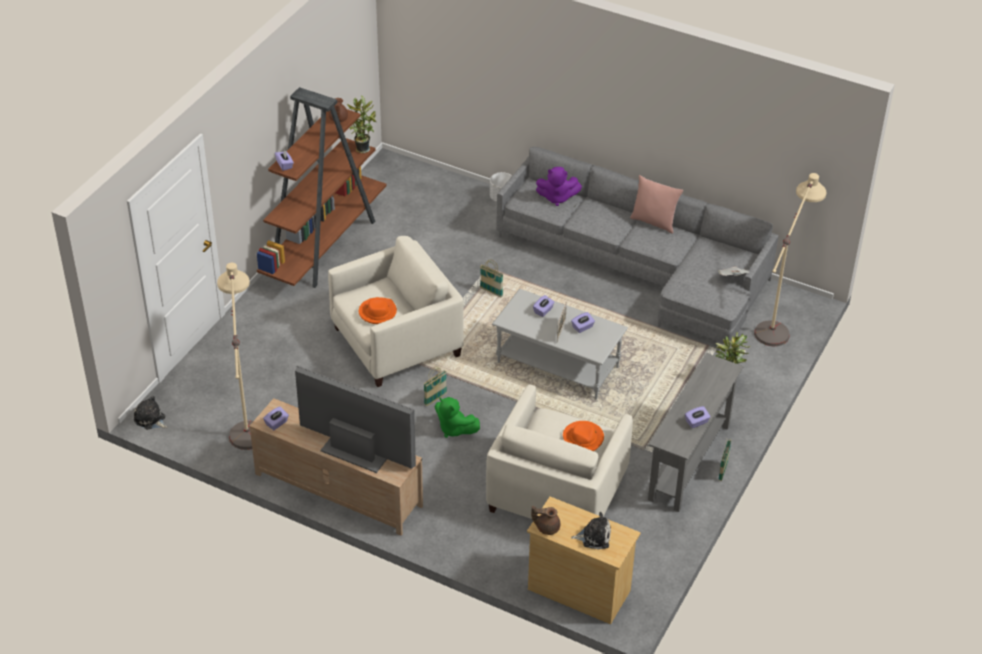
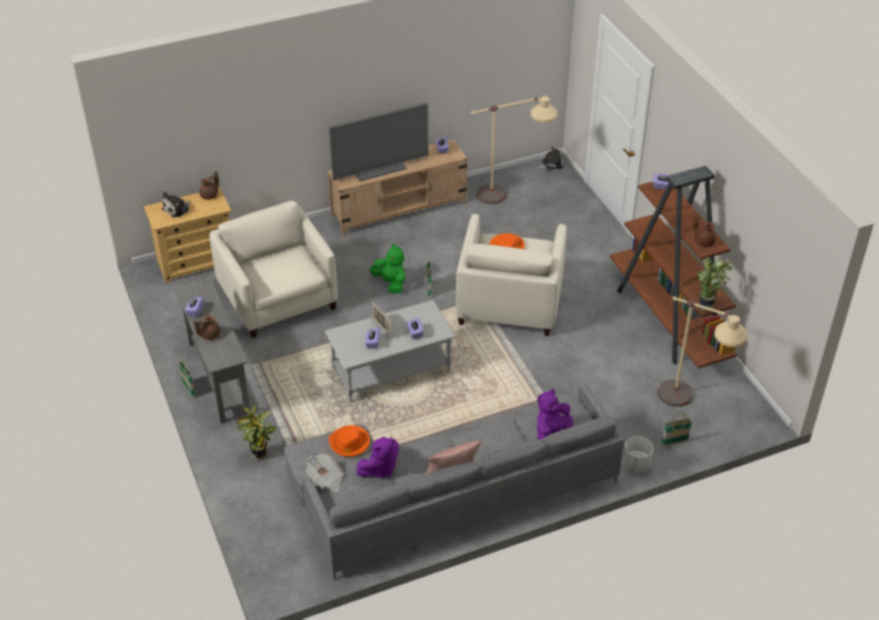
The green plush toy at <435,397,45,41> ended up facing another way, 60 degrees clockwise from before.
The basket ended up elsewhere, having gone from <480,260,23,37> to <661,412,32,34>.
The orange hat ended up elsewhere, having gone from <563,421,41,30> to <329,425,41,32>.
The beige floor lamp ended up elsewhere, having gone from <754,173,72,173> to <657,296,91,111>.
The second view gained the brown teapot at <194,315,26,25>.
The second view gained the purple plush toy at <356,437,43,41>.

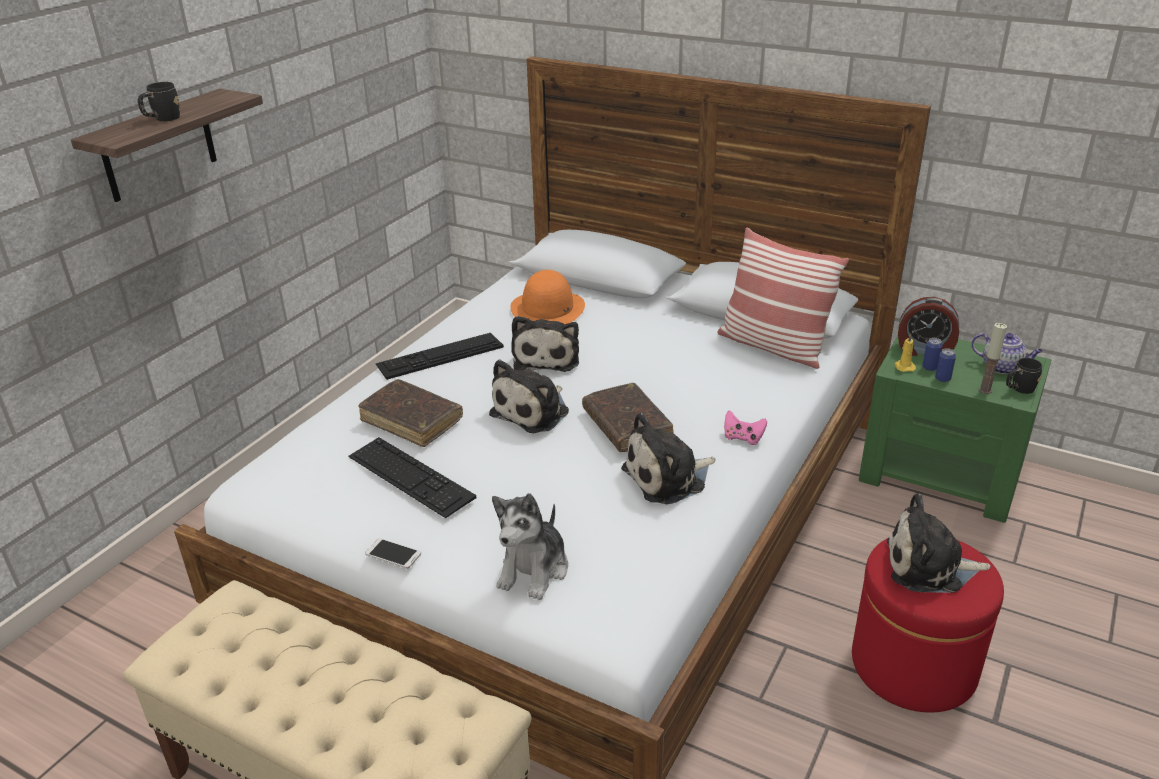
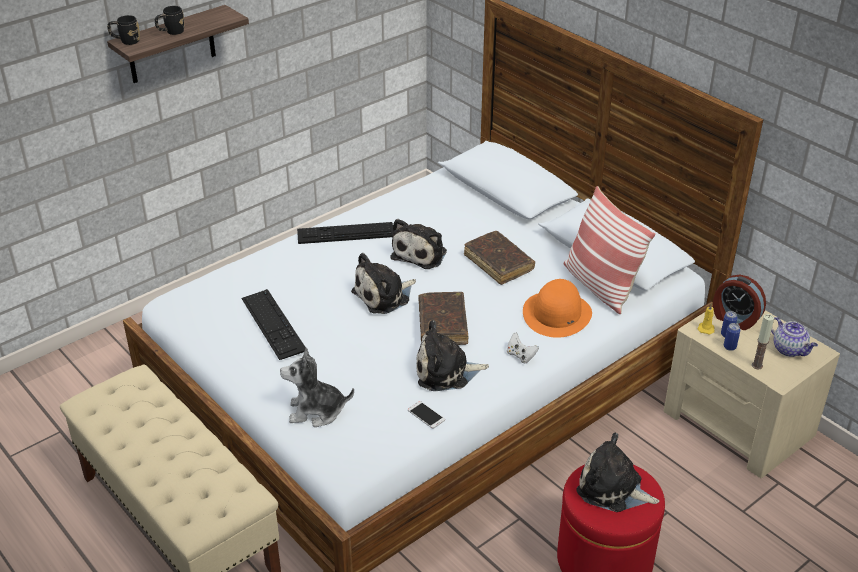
The brown book ended up elsewhere, having gone from <358,379,105,68> to <464,231,71,54>.
The phone ended up elsewhere, having gone from <365,538,56,30> to <408,401,37,28>.
The plush toy at <492,493,76,107> ended up facing another way, 45 degrees clockwise from before.
The orange hat ended up elsewhere, having gone from <510,270,75,54> to <523,279,69,59>.
What was the pink game controller at <724,410,43,35> turned into the white game controller at <507,332,32,31>.
What was the green nightstand at <859,336,193,187> turned into the beige nightstand at <664,307,176,171>.
The black mug ended up elsewhere, having gone from <1006,358,36,36> to <107,15,33,30>.

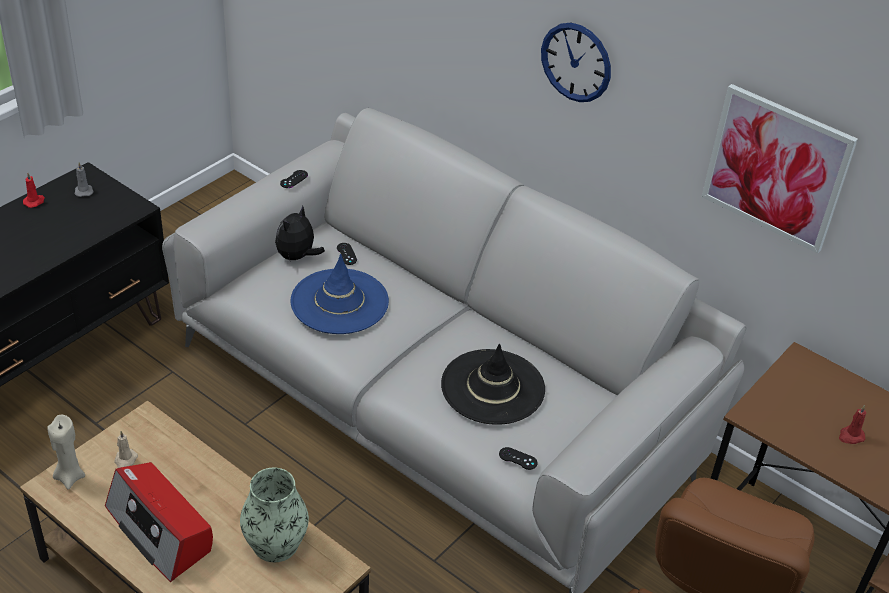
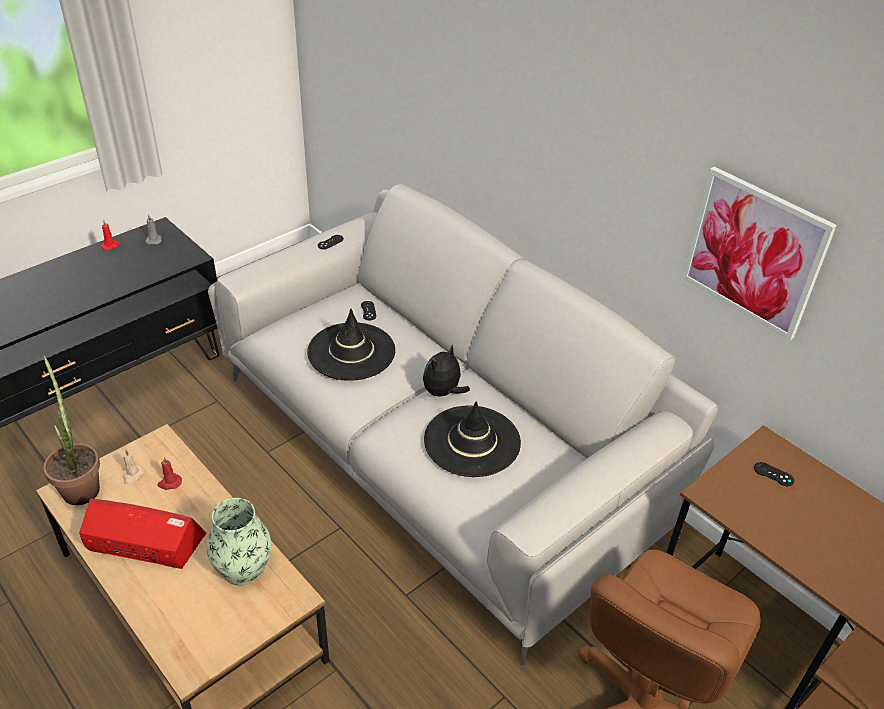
Where the beige candle stood at <47,415,38,75>, the potted plant came to stand at <43,355,57,150>.
The radio at <105,462,108,120> ended up facing another way, 135 degrees clockwise from before.
The plush toy ended up elsewhere, having gone from <275,206,50,54> to <423,345,47,55>.
What was the blue hat at <291,254,98,80> turned into the black hat at <307,309,88,72>.
The black game controller ended up elsewhere, having gone from <499,447,39,23> to <754,462,40,24>.
The second view lost the wall clock at <541,23,70,79>.
The red candle ended up elsewhere, having gone from <839,405,27,39> to <158,457,24,33>.

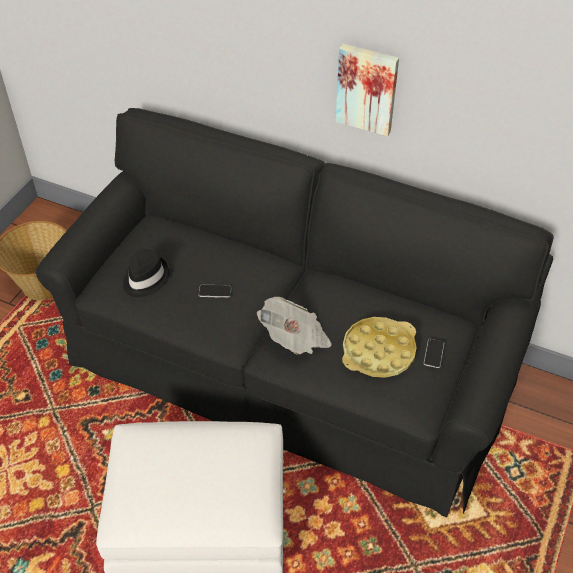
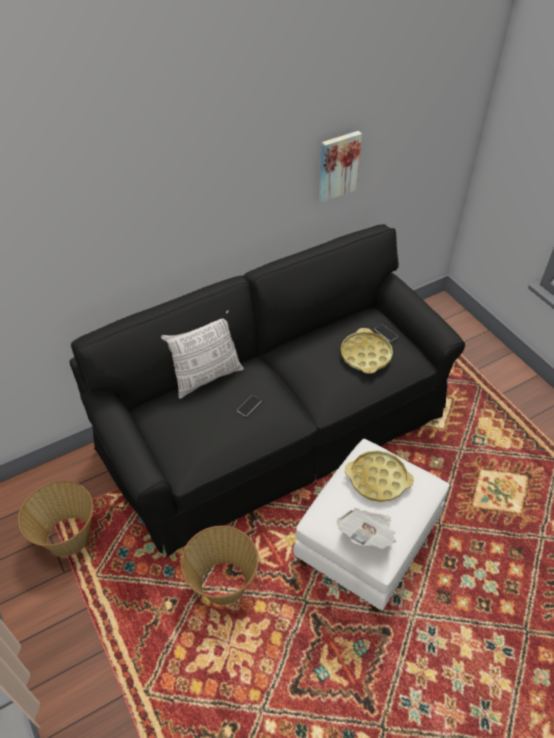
The second view lost the black hat at <123,249,46,48>.
The newspaper ended up elsewhere, having gone from <257,296,75,59> to <337,508,59,40>.
The picture ended up elsewhere, having gone from <335,44,64,92> to <319,131,43,71>.
The second view gained the pillow at <161,310,83,89>.
The second view gained the basket at <181,526,78,79>.
The second view gained the yellow tray at <345,450,69,52>.

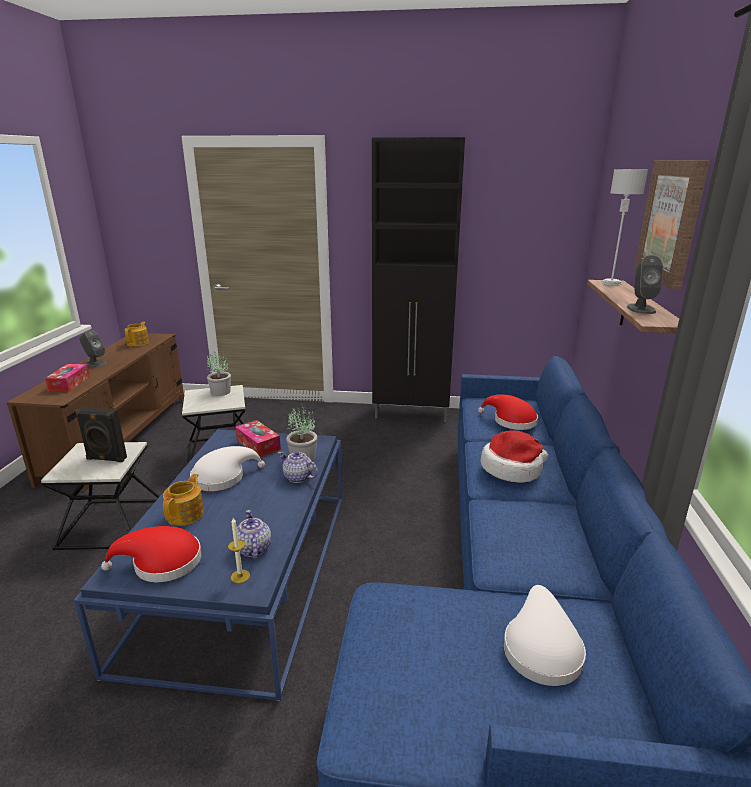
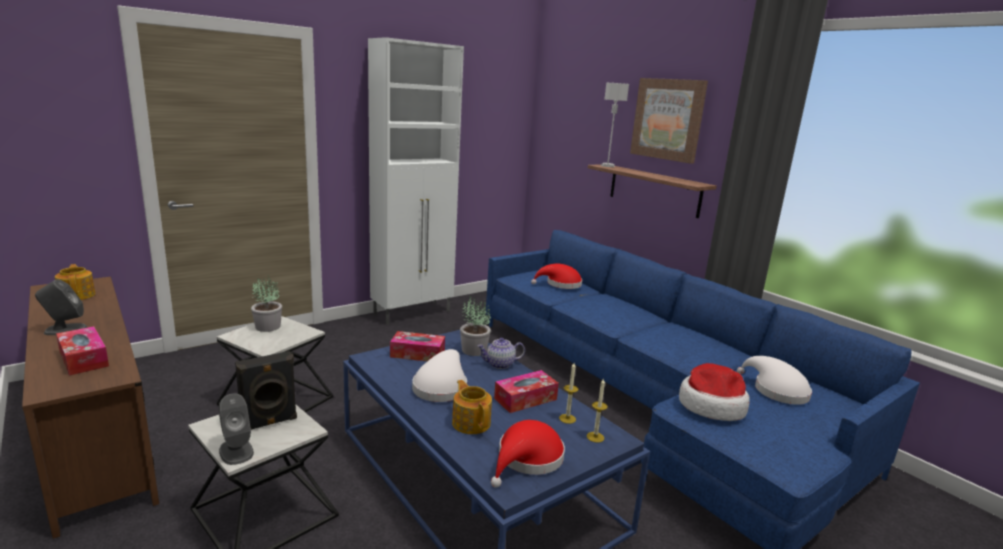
Where the teapot stood at <233,510,38,49>, the candle came to stand at <559,363,19,61>.
What was the black cabinet at <372,137,93,285> turned into the white cabinet at <368,37,96,288>.
The hat ended up elsewhere, having gone from <481,430,67,53> to <679,363,71,58>.
The grey speaker ended up elsewhere, having gone from <627,255,36,59> to <219,393,35,72>.
The second view gained the tissue box at <494,370,65,43>.

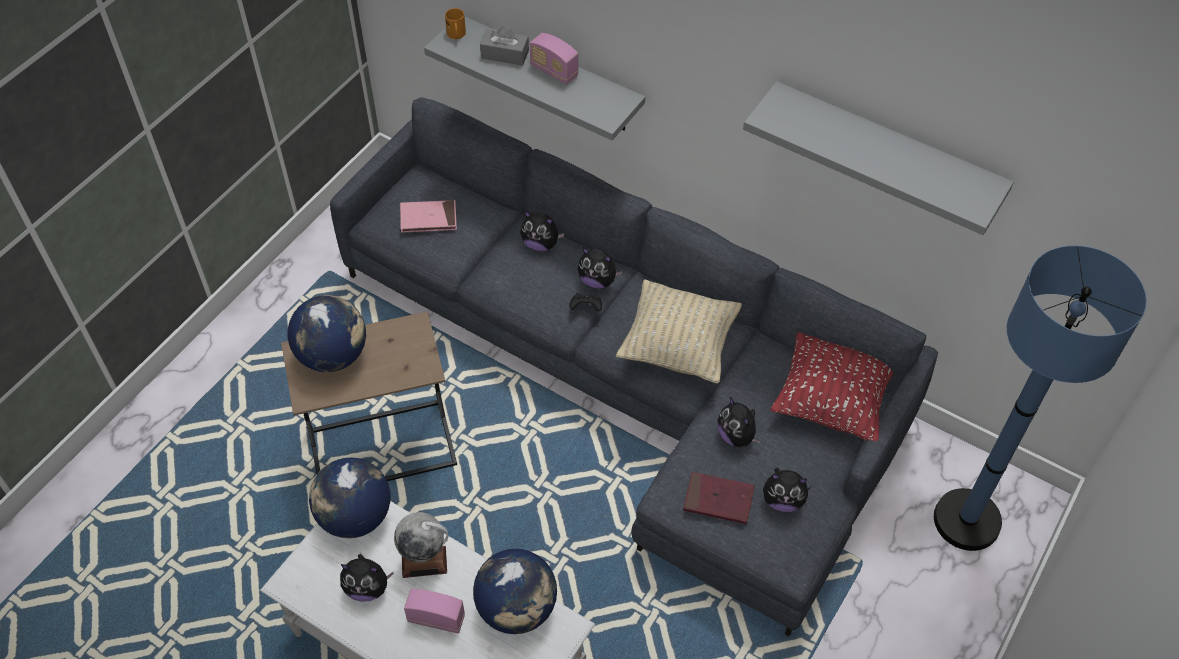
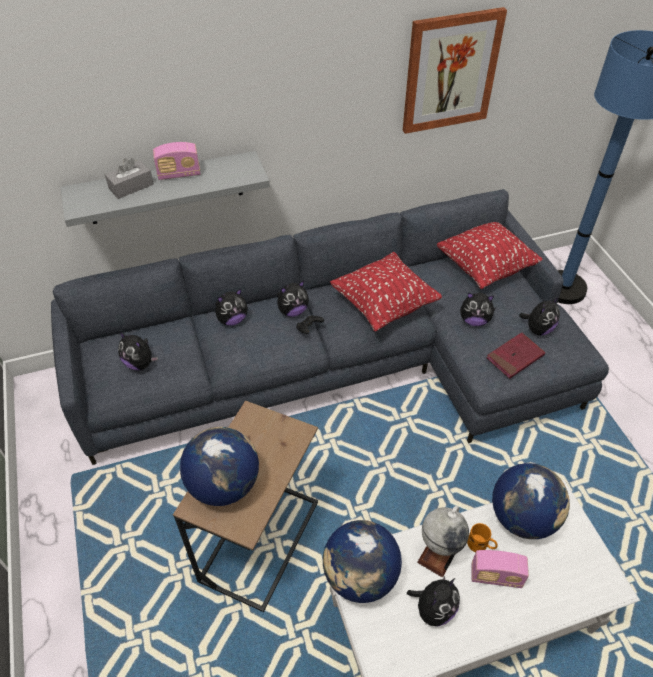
Where the pink book stood at <400,200,57,33>, the plush toy came to stand at <118,332,40,38>.
The radio at <404,589,61,44> ended up facing another way, 135 degrees counterclockwise from before.
The orange mug ended up elsewhere, having gone from <445,8,21,31> to <467,523,31,29>.
What was the beige pillow at <616,279,126,105> turned into the red pillow at <330,252,112,80>.
Where the grey shelf hung at <743,81,271,154>, the picture came to hang at <403,7,104,127>.

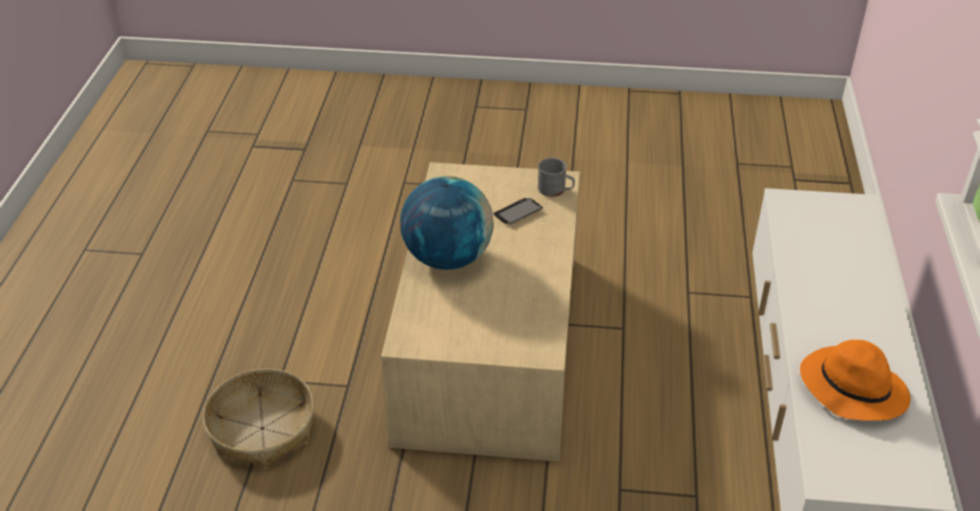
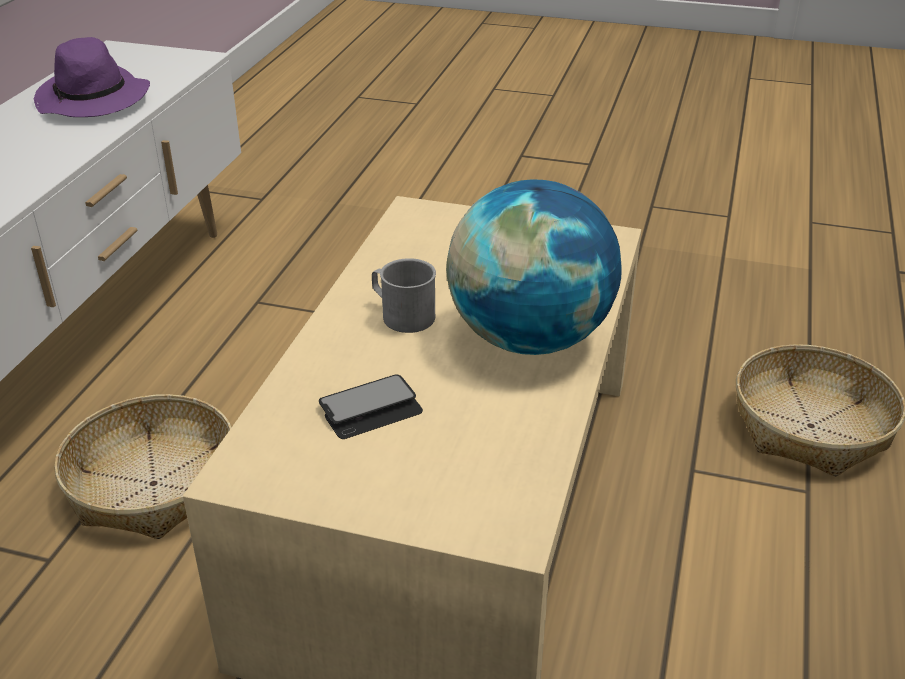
The grey mug ended up elsewhere, having gone from <538,158,37,39> to <372,258,64,75>.
What was the orange hat at <800,340,111,81> turned into the purple hat at <34,37,116,80>.
The second view gained the basket at <54,394,178,145>.

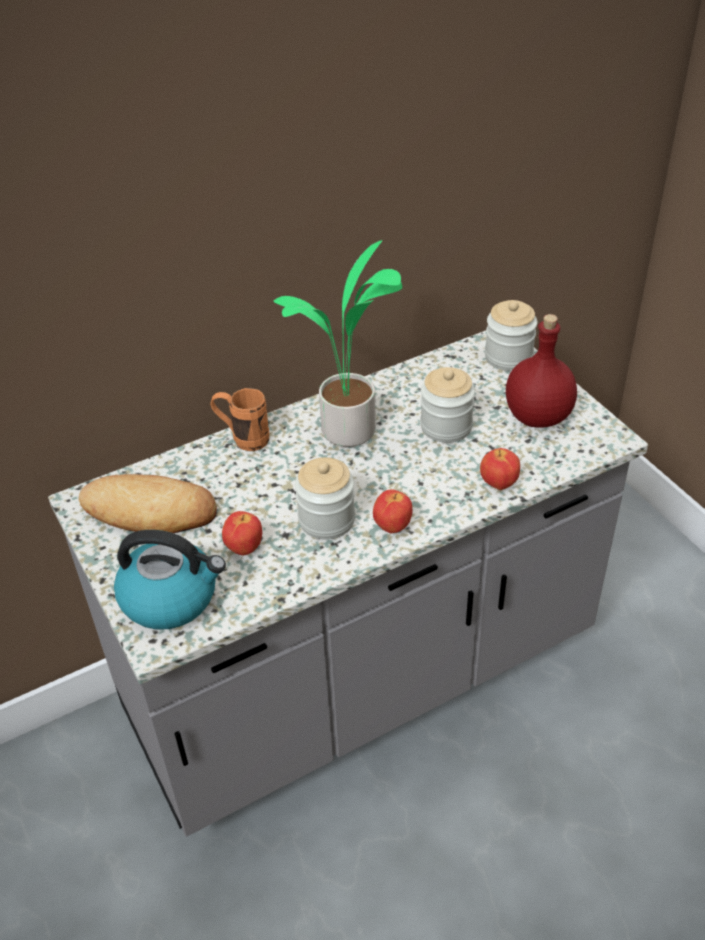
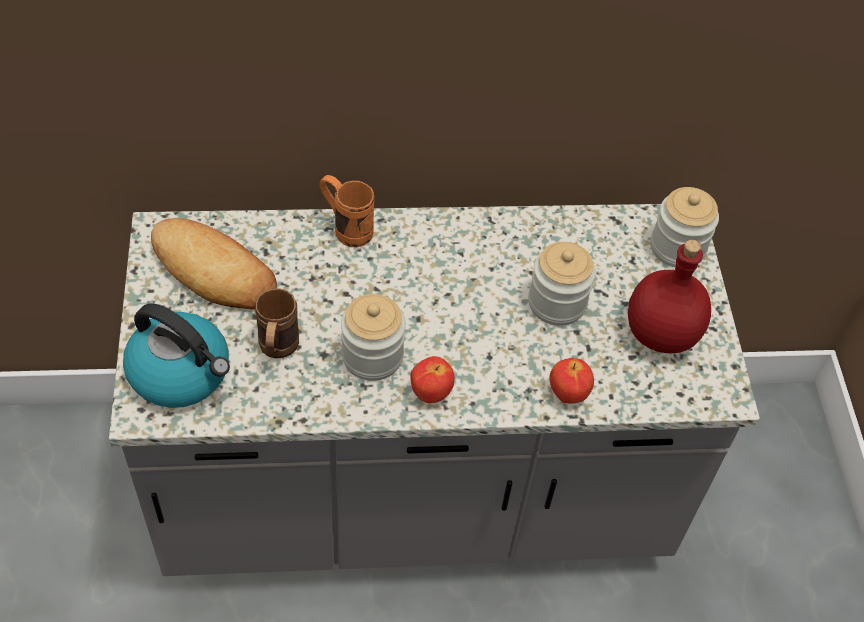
Where the apple stood at <222,511,40,45>, the brown mug came to stand at <255,288,44,70>.
The second view lost the potted plant at <274,240,128,207>.

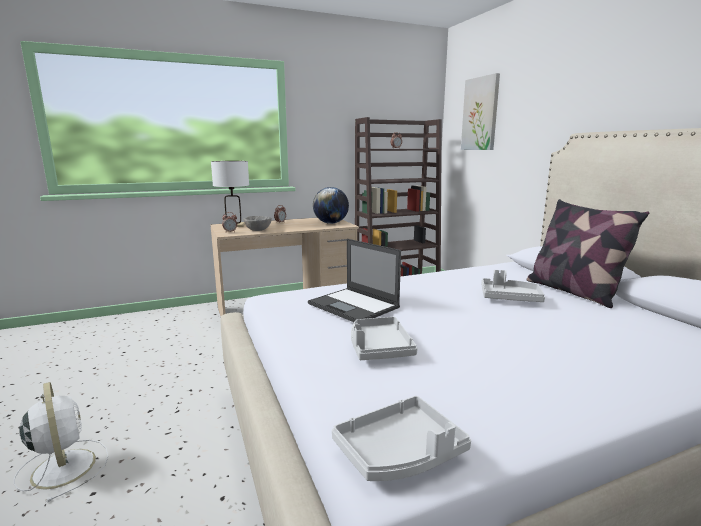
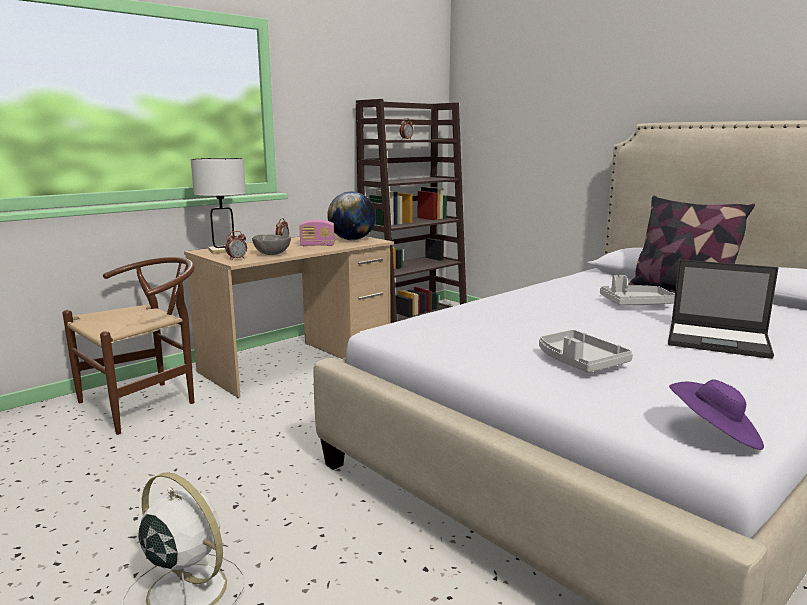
The laptop ended up elsewhere, having gone from <308,239,93,83> to <668,260,111,99>.
Where the grey tray stood at <332,396,139,85>, the purple hat came to stand at <669,380,95,70>.
The second view lost the picture at <461,73,39,77>.
The second view gained the brown chair at <63,257,132,178>.
The second view gained the radio at <299,220,36,27>.

